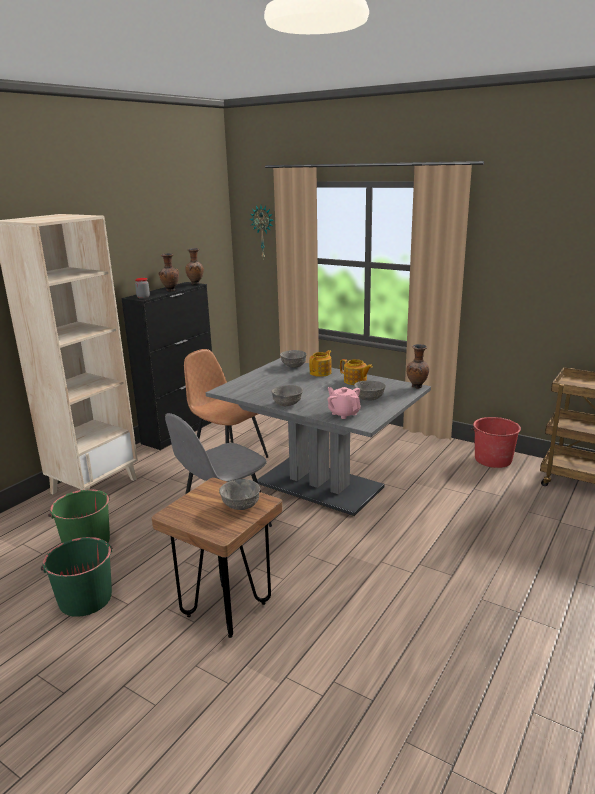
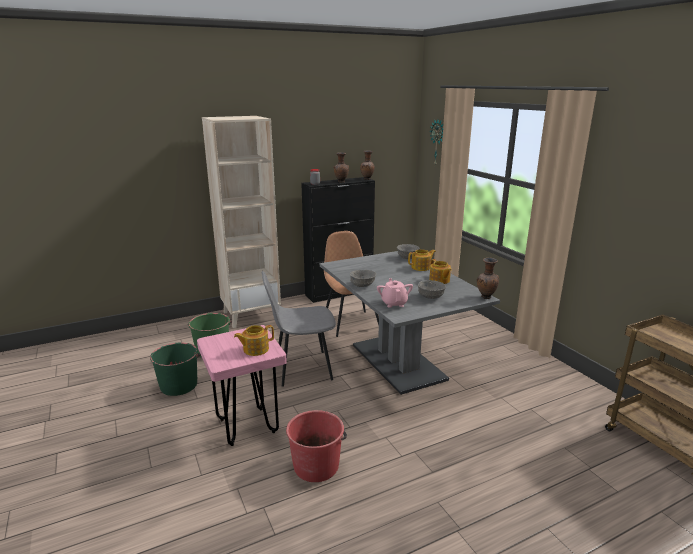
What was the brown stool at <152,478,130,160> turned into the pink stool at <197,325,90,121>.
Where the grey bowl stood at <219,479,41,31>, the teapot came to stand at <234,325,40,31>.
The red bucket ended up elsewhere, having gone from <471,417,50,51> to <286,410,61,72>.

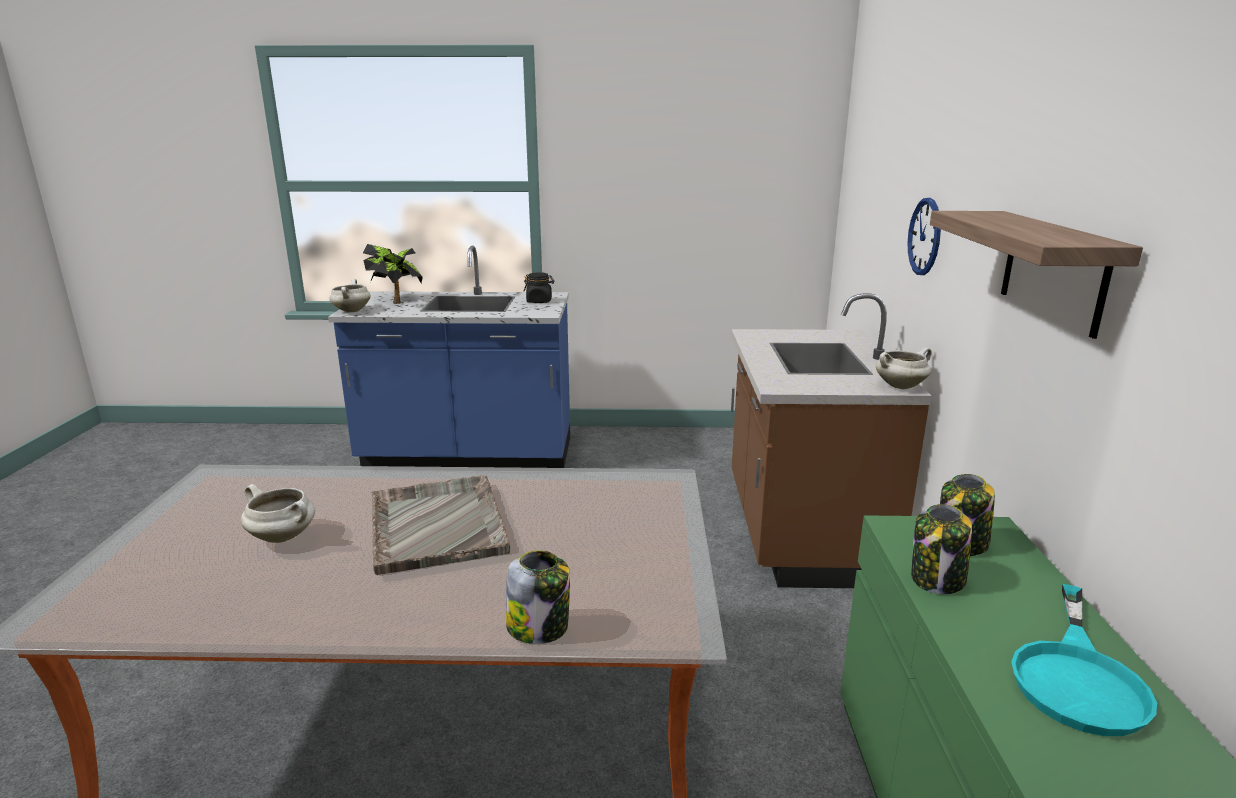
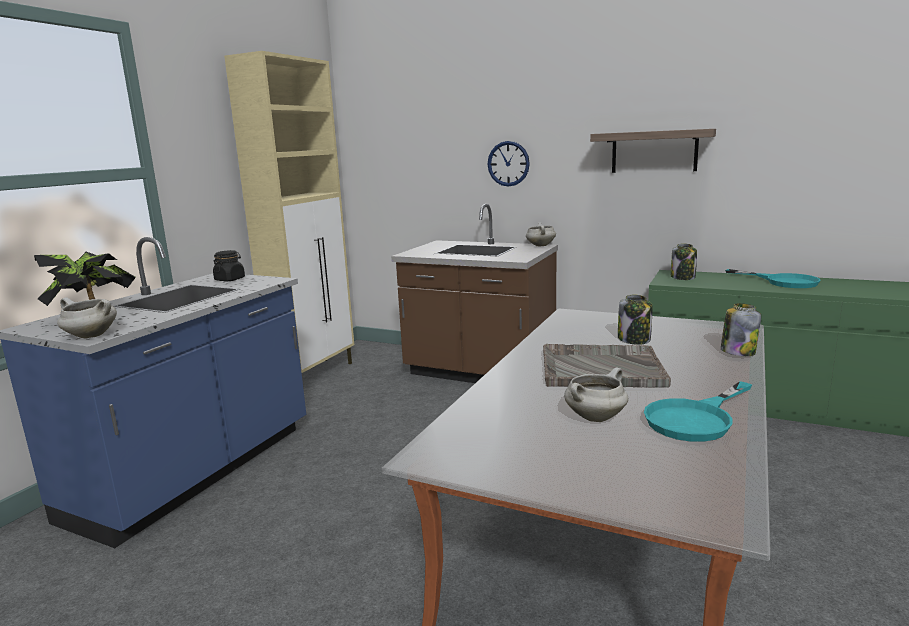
The jar ended up elsewhere, having gone from <911,504,61,90> to <618,295,34,50>.
The second view gained the beige cabinet at <224,51,130,322>.
The second view gained the turquoise frying pan at <644,381,108,61>.

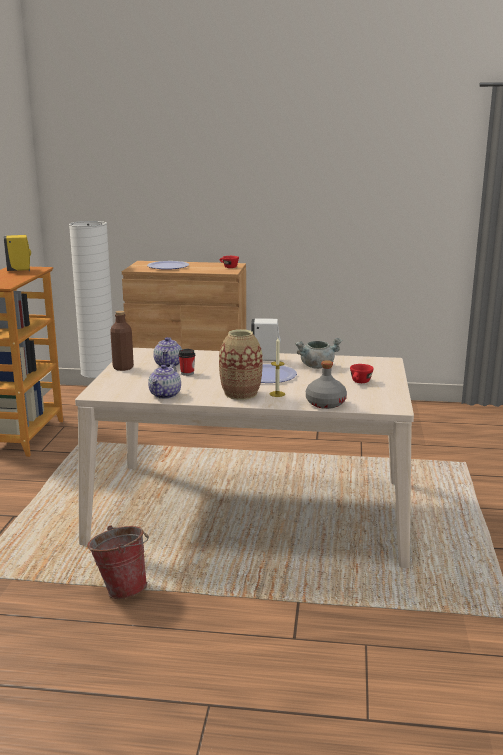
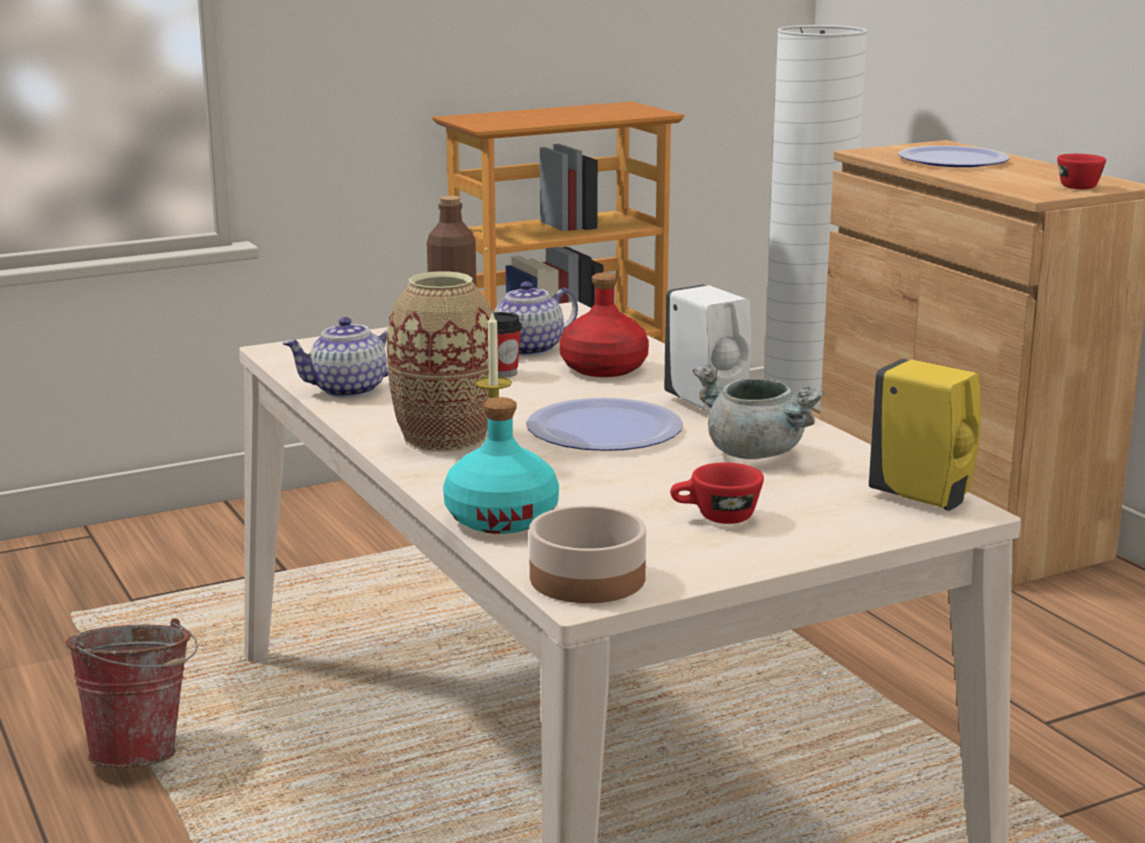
The yellow soap dispenser ended up elsewhere, having gone from <4,235,27,36> to <869,359,112,152>.
What was the grey bottle at <306,360,41,49> turned into the turquoise bottle at <443,397,116,137>.
The second view gained the bowl at <529,505,117,98>.
The second view gained the red bottle at <560,273,89,104>.

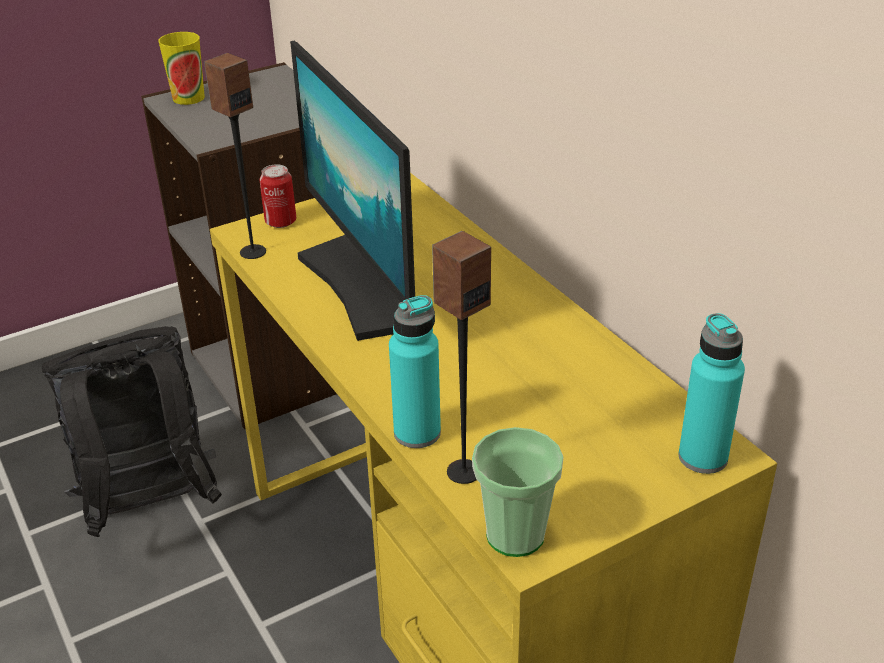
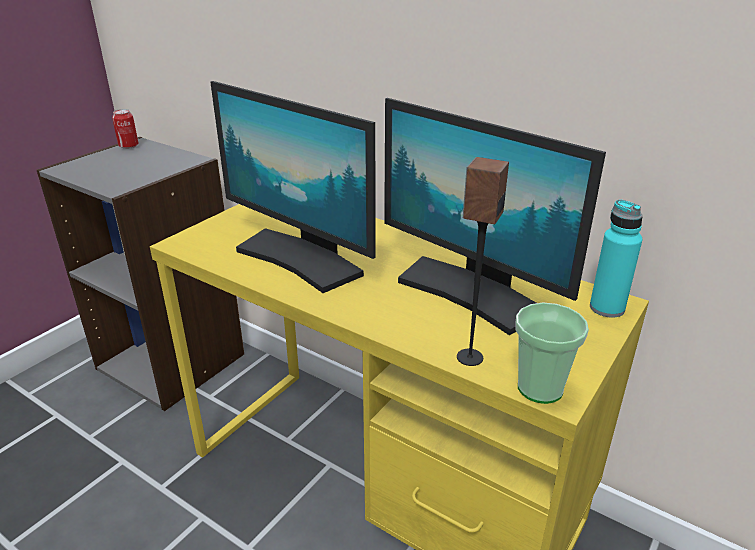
The second view lost the black backpack at <42,326,180,211>.
The second view lost the cup at <158,32,47,73>.
The second view lost the speaker at <204,53,62,206>.
The can ended up elsewhere, having gone from <260,164,36,64> to <112,109,26,40>.
The second view lost the turquoise bottle at <389,295,52,153>.
The second view gained the monitor at <384,98,222,237>.

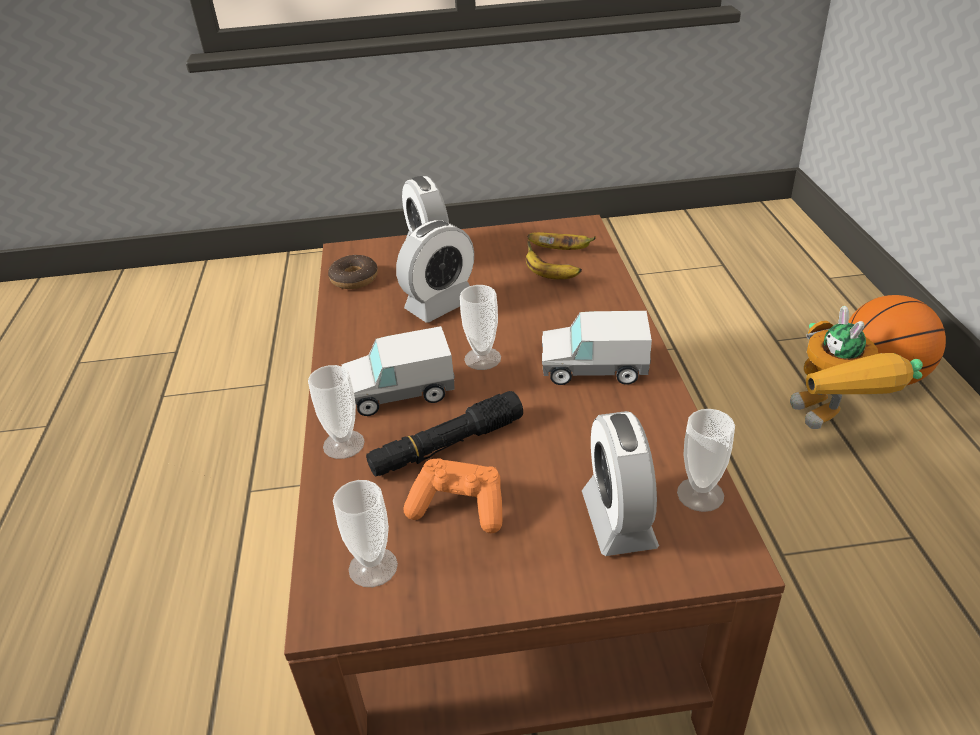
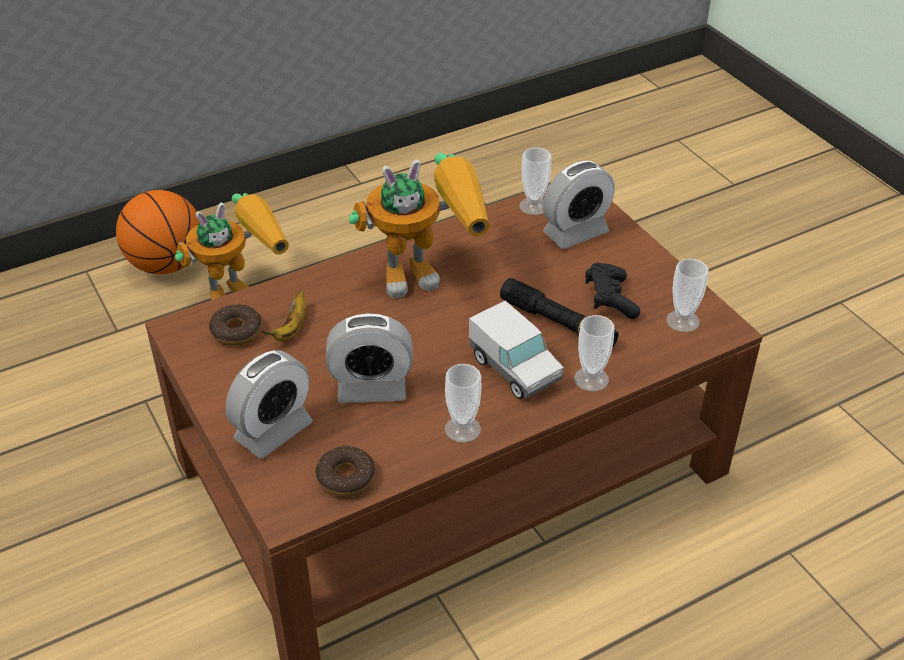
The alarm clock at <396,220,78,102> ended up facing another way, 150 degrees clockwise from before.
What was the orange game controller at <403,458,99,75> turned into the black game controller at <585,263,55,56>.
The cup ended up elsewhere, having gone from <460,285,41,85> to <445,364,37,79>.
Where the banana stood at <528,232,68,18>, the donut came to stand at <209,304,53,42>.
Where the toy truck stood at <542,311,110,74>, the toy robot came to stand at <349,153,141,145>.

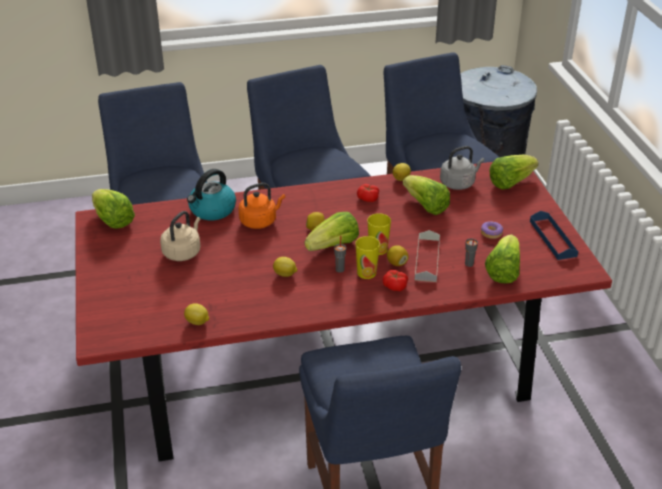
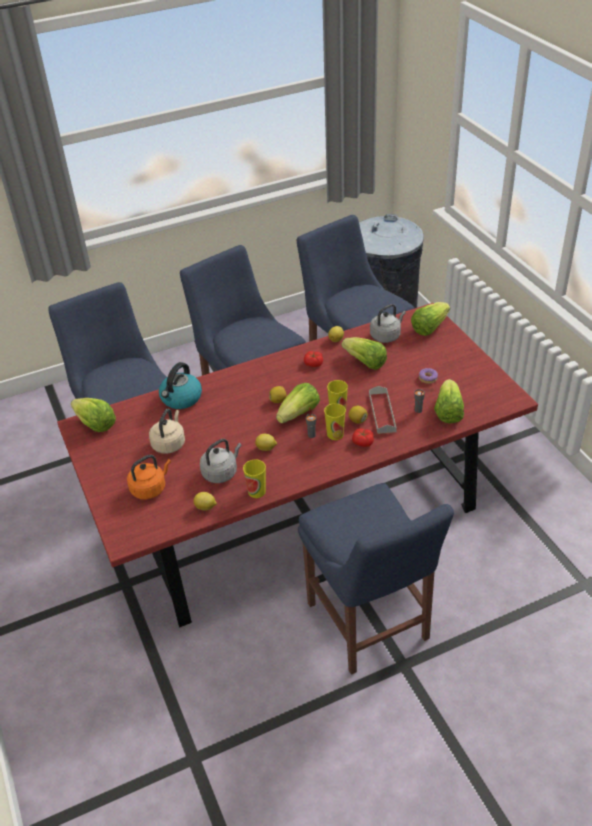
The orange kettle ended up elsewhere, having gone from <238,183,47,46> to <127,455,44,44>.
The second view lost the blue tray at <530,211,48,49>.
The second view gained the grey kettle at <200,439,42,44>.
The second view gained the cup at <243,459,23,39>.

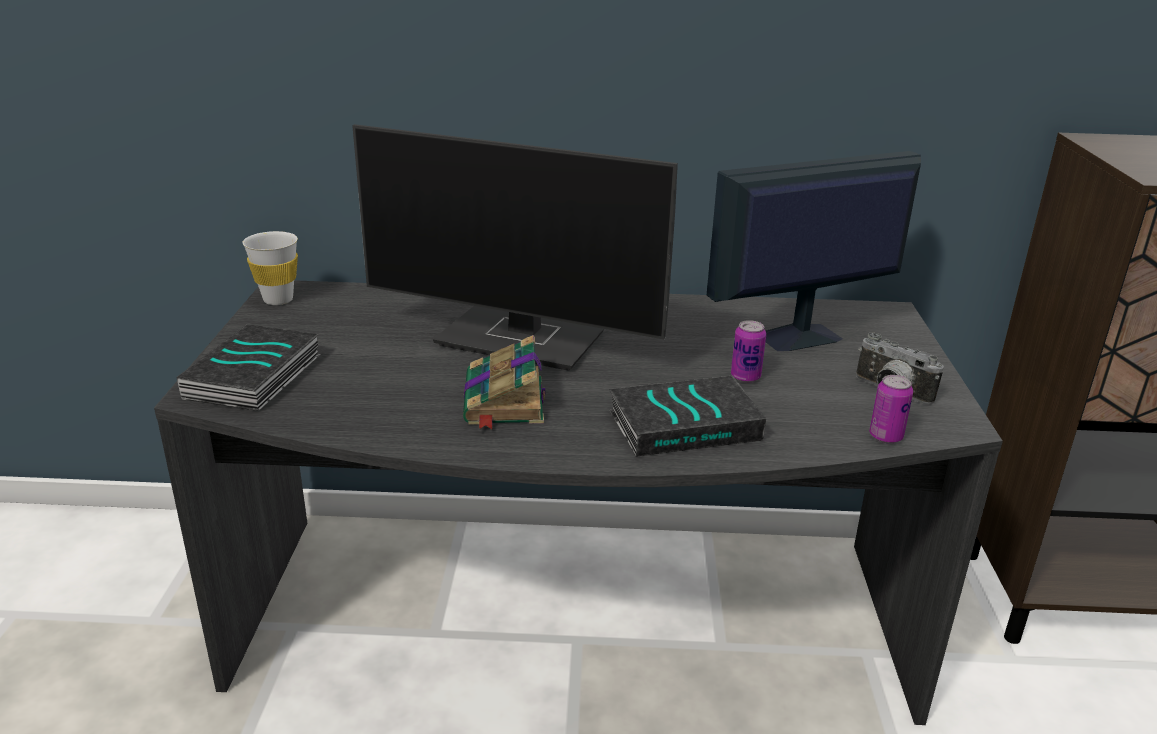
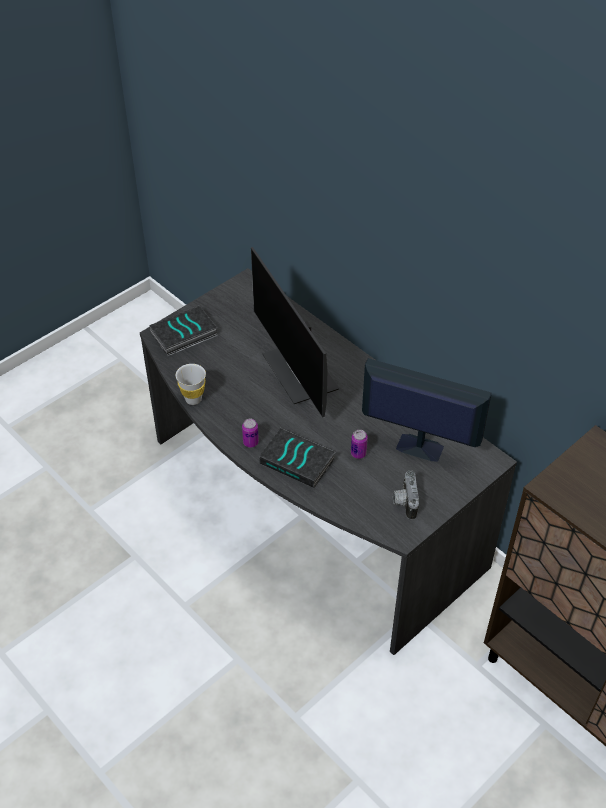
The white cup ended up elsewhere, having gone from <242,231,56,74> to <176,364,30,41>.
The second view lost the book at <463,335,83,95>.
The can ended up elsewhere, having gone from <869,375,44,68> to <242,419,17,29>.

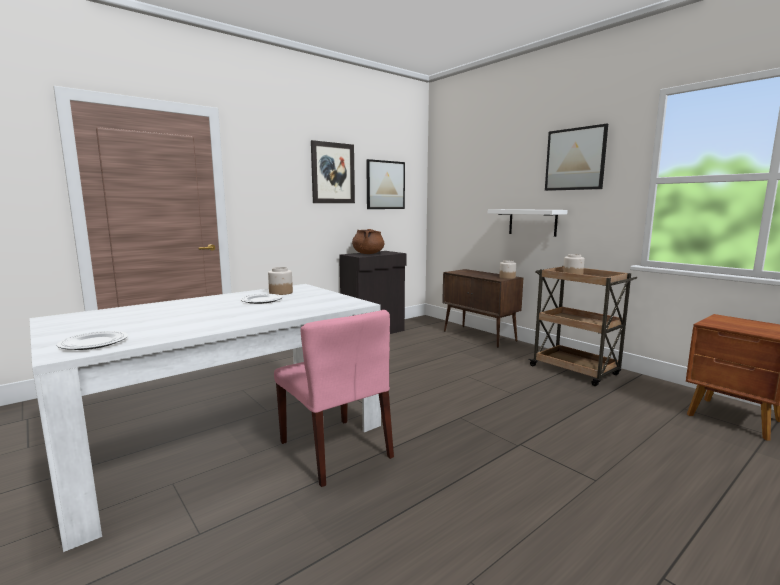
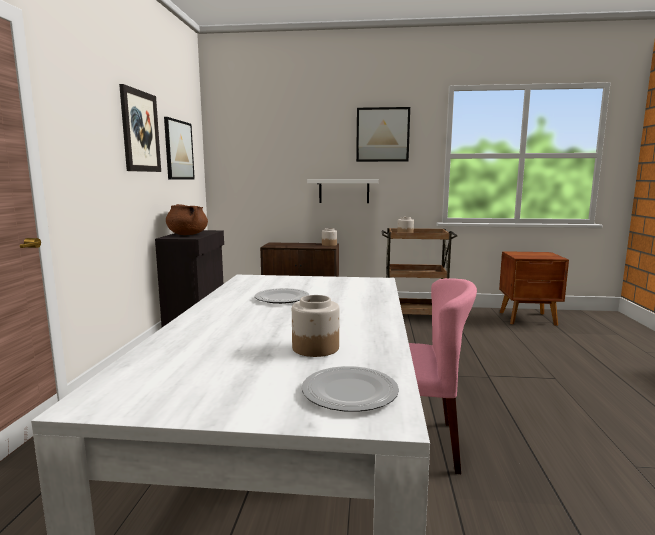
The jar ended up elsewhere, having gone from <268,267,25,28> to <292,295,47,62>.

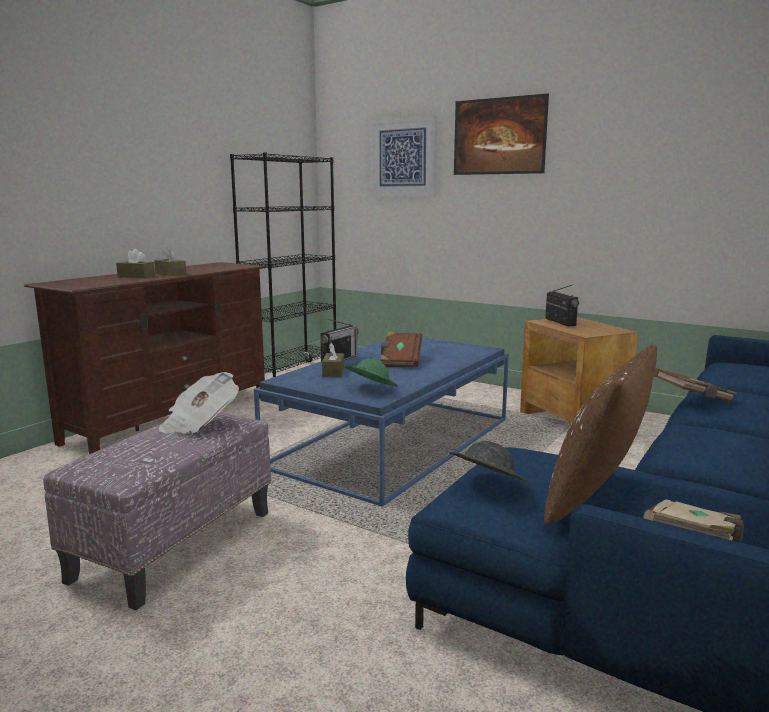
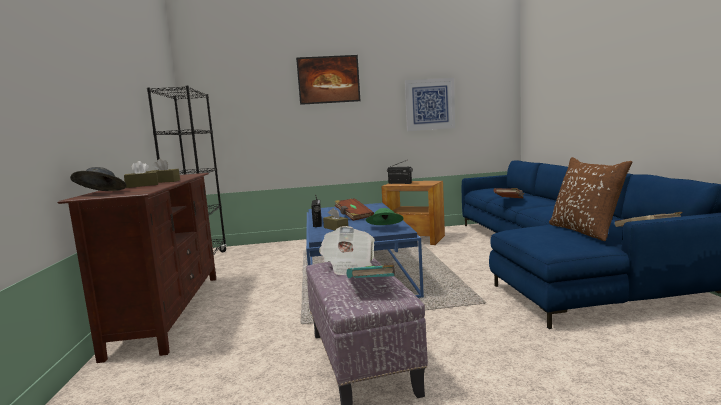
The picture ended up elsewhere, having gone from <371,115,66,81> to <405,78,50,53>.
The grey hat ended up elsewhere, having gone from <449,441,79,41> to <70,167,57,24>.
The second view gained the turquoise book at <347,263,48,15>.

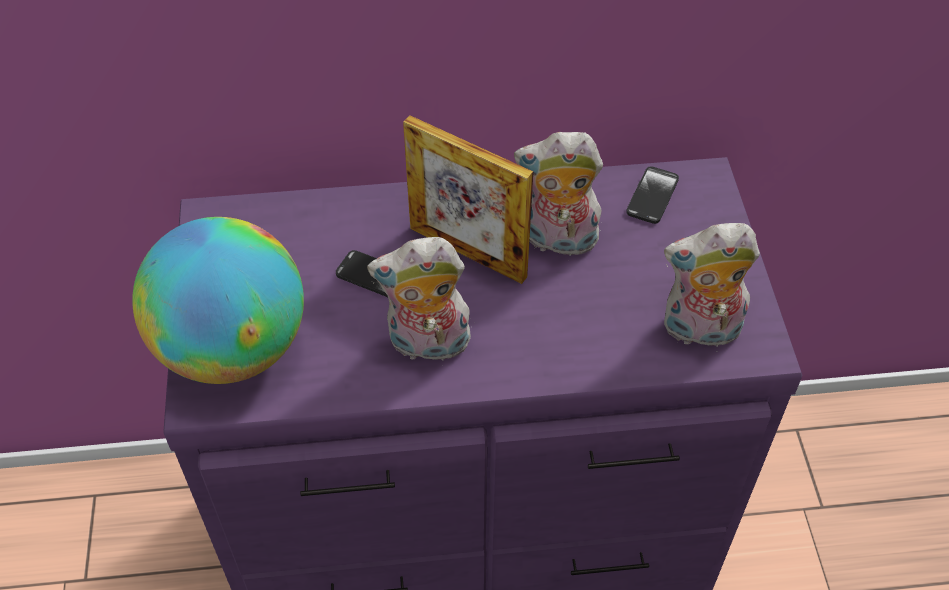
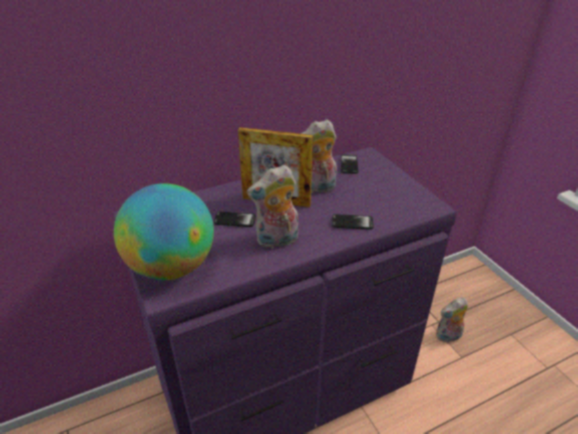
The plush toy ended up elsewhere, having gone from <664,223,96,129> to <436,297,32,46>.
The second view gained the phone at <332,214,42,16>.

